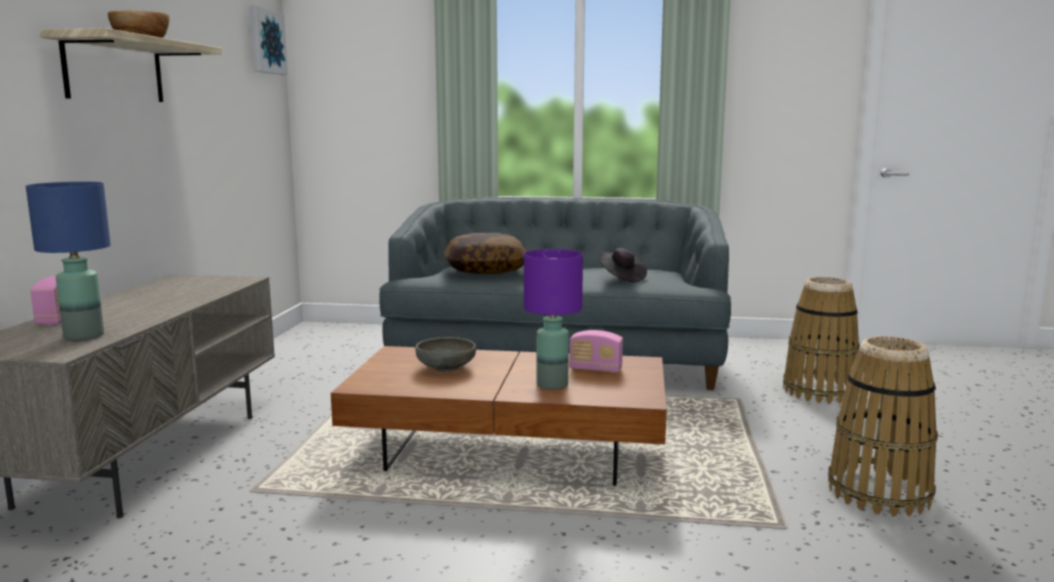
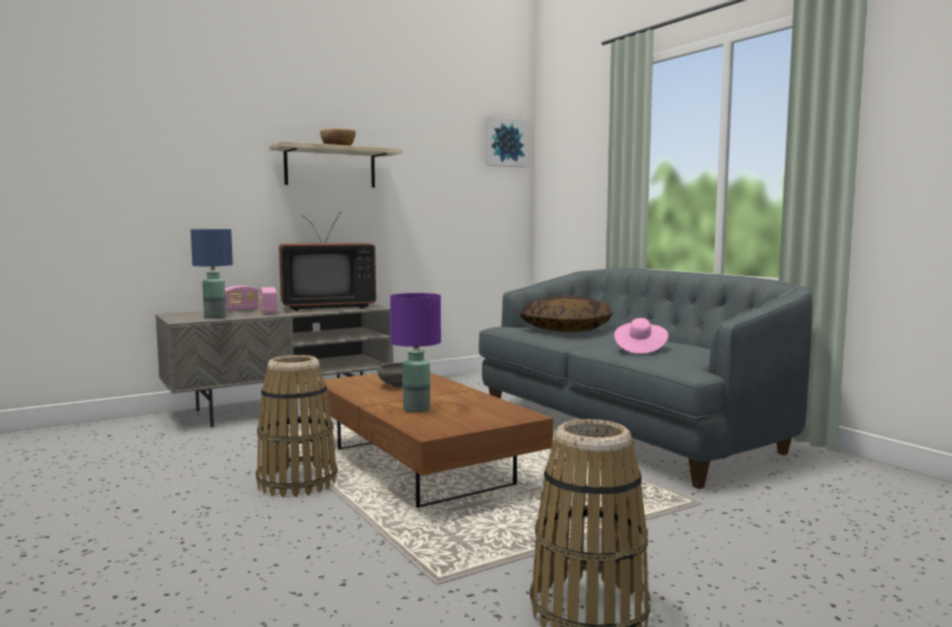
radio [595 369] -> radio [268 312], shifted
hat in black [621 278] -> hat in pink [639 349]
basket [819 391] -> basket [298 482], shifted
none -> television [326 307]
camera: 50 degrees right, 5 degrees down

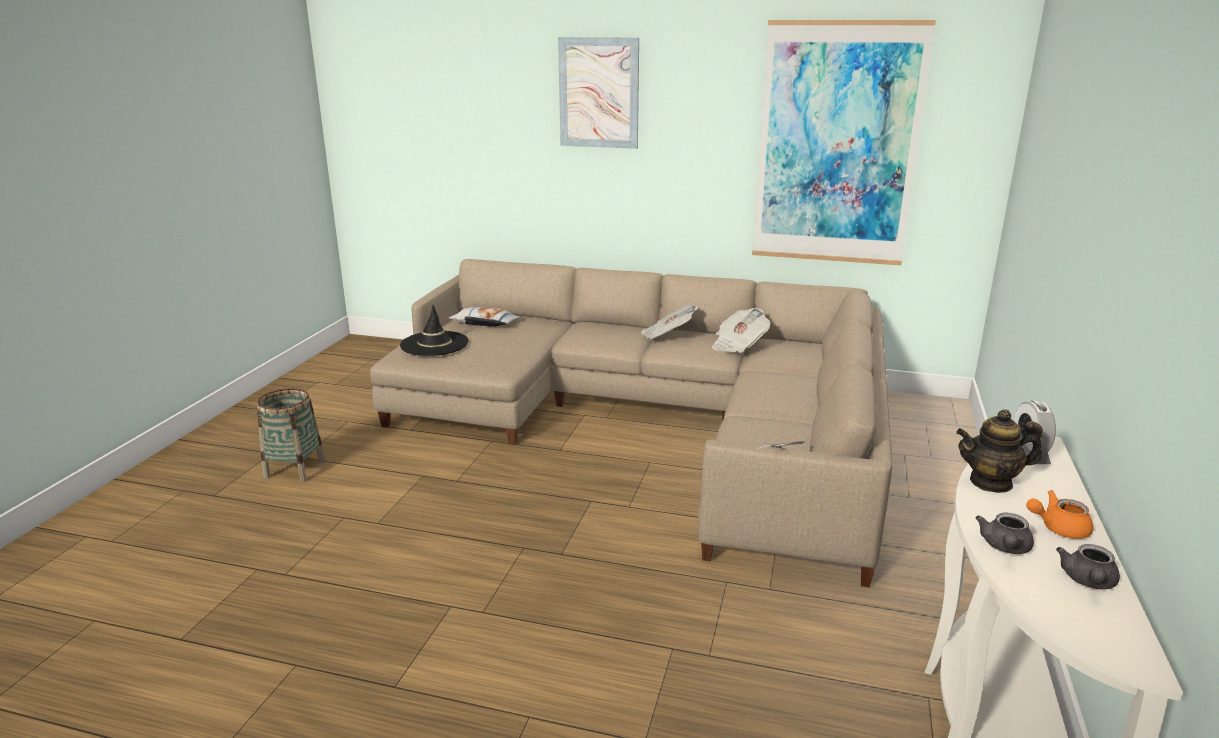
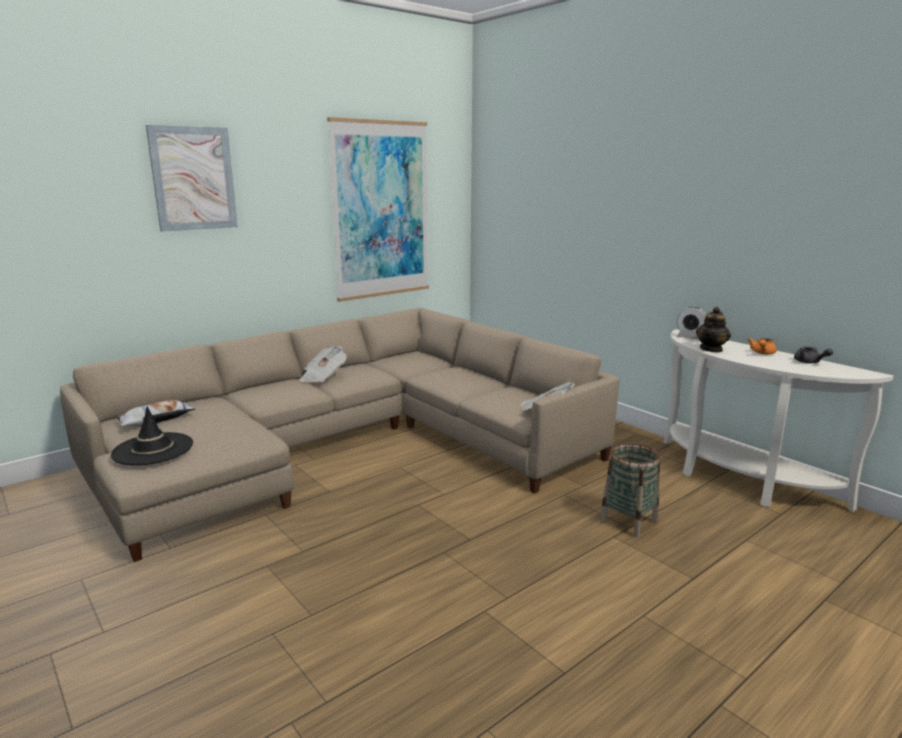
basket [295 469] -> basket [628 521], shifted
newspaper [738 345] -> none
teapot in grey [1004 548] -> none
camera: 55 degrees left, 5 degrees down

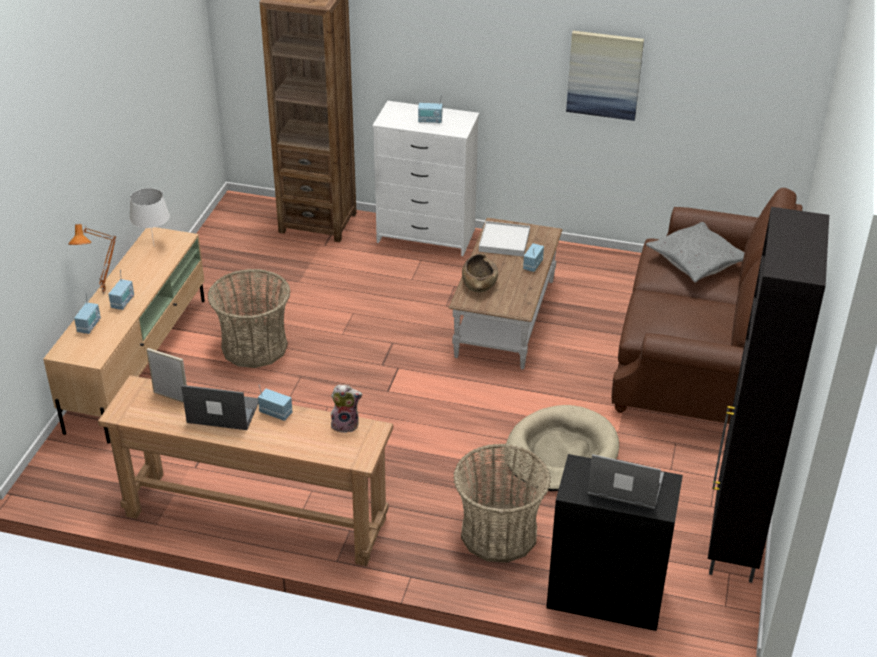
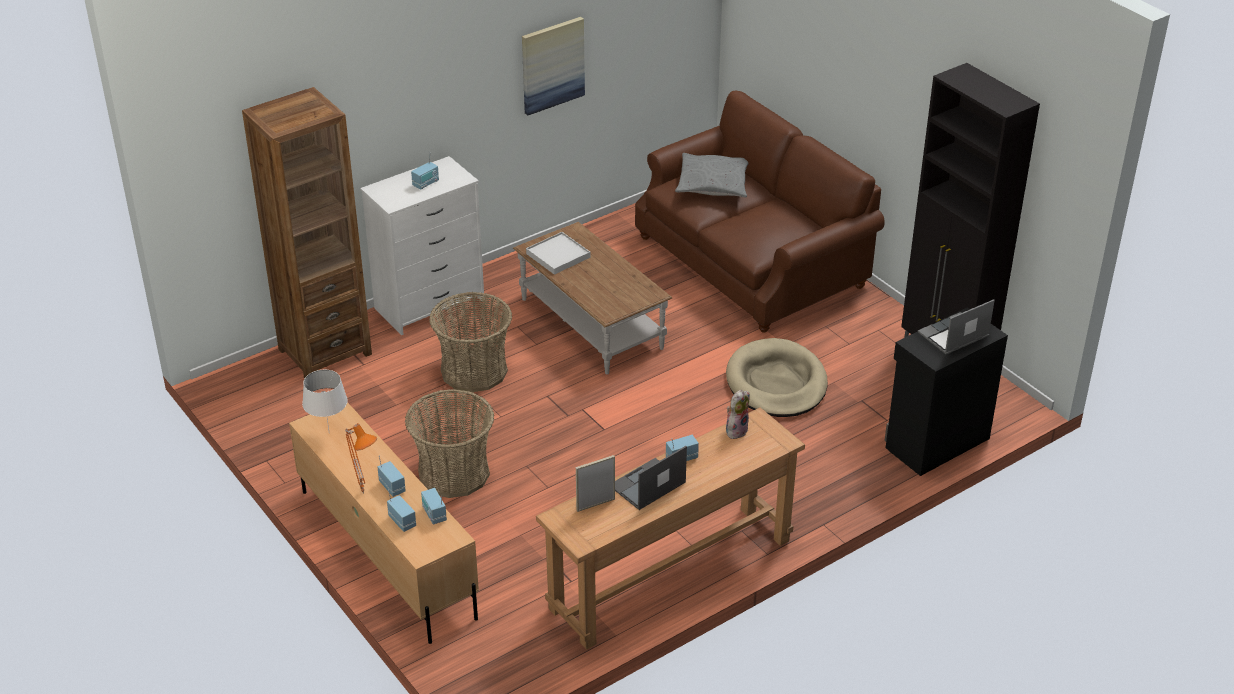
basket [499 533] -> basket [474 370], shifted
bowl in brown [479 283] -> none
radio [532 265] -> radio [434 514], shifted
camera: 50 degrees left, 0 degrees up

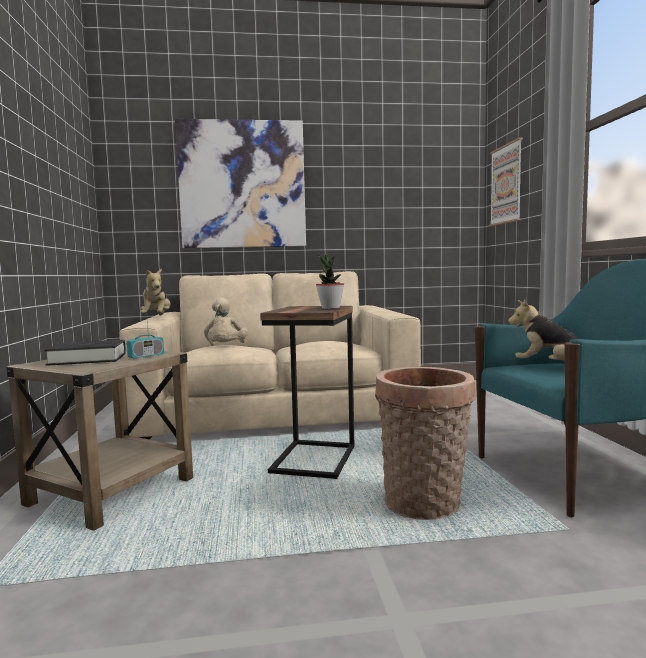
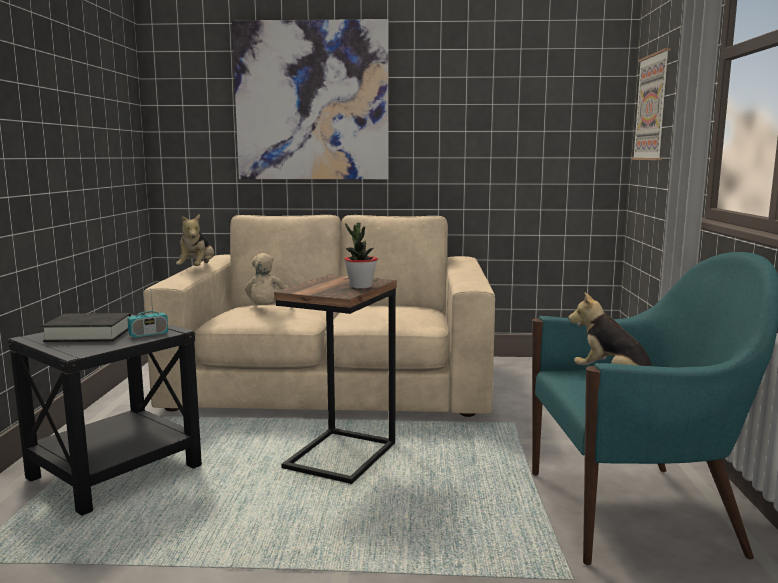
side table in beige [112 491] -> side table in black [116 472]
basket [424 505] -> none
camera: 10 degrees right, 5 degrees up

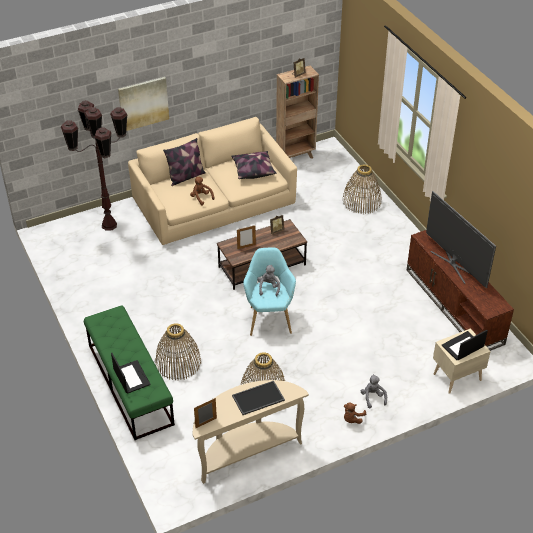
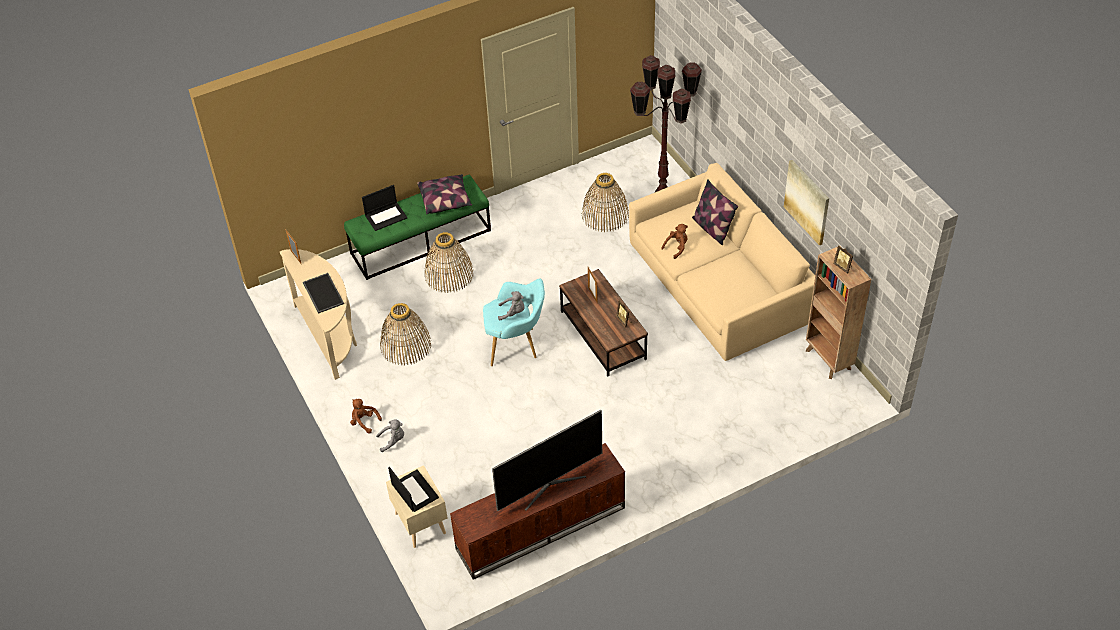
picture [143 103] -> picture [807 202], shifted
pillow [253 170] -> pillow [445 200], shifted
basket [361 201] -> basket [605 215], shifted
camera: 90 degrees right, 5 degrees up

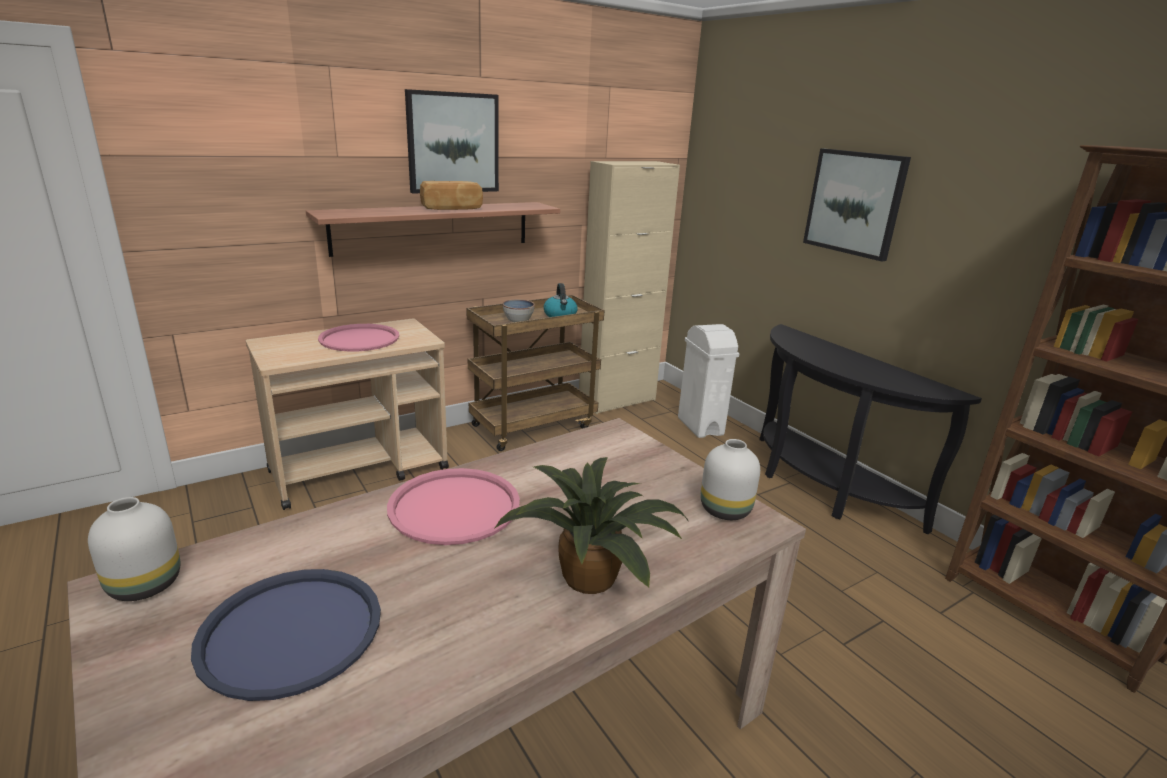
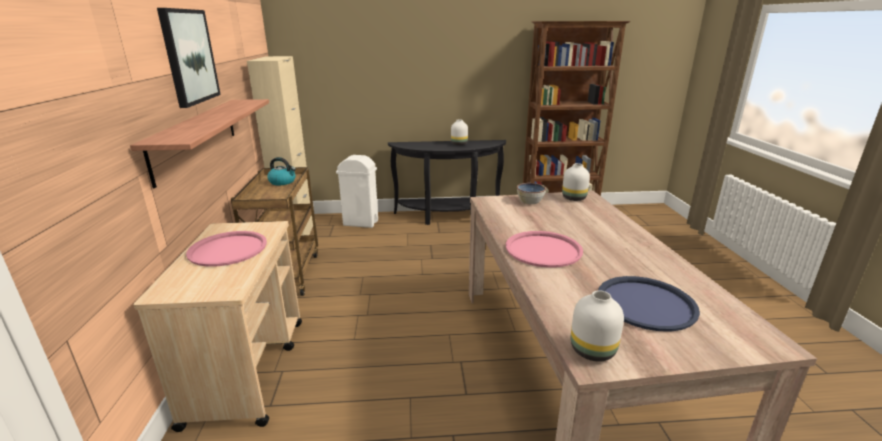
bread [452 209] -> none
potted plant [593 575] -> none
bowl [518 320] -> bowl [530 201], shifted
picture [854 203] -> none
none -> vase in white [459 144]
camera: 60 degrees left, 0 degrees up

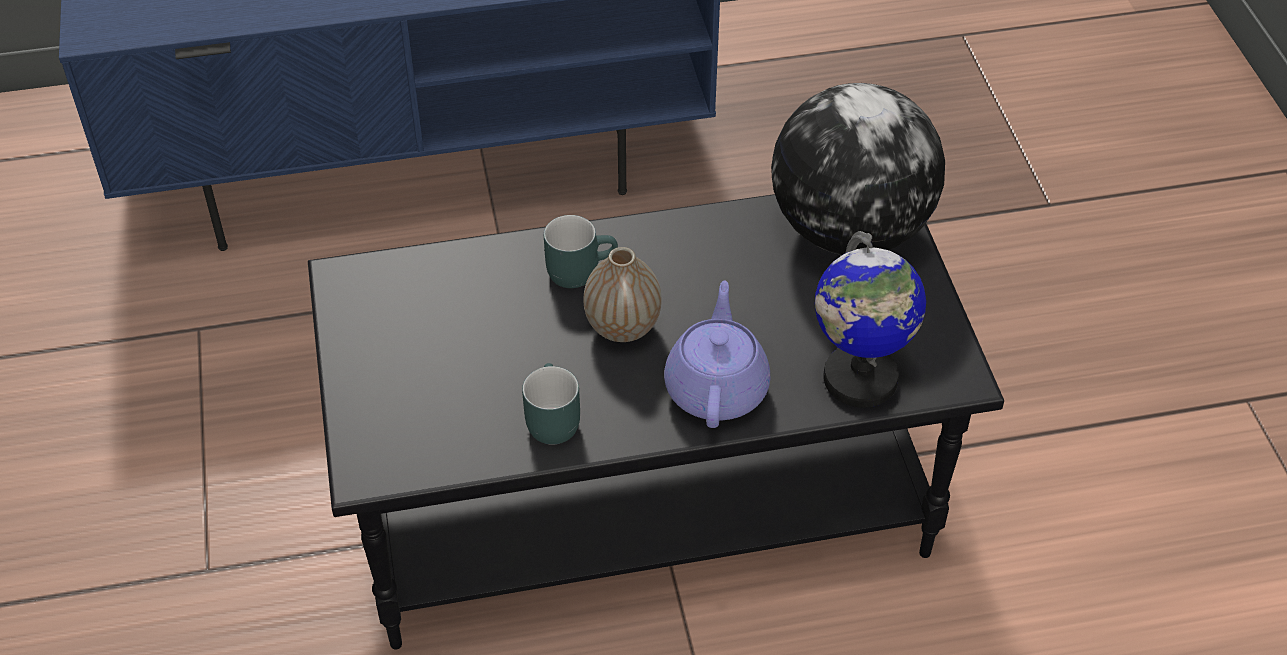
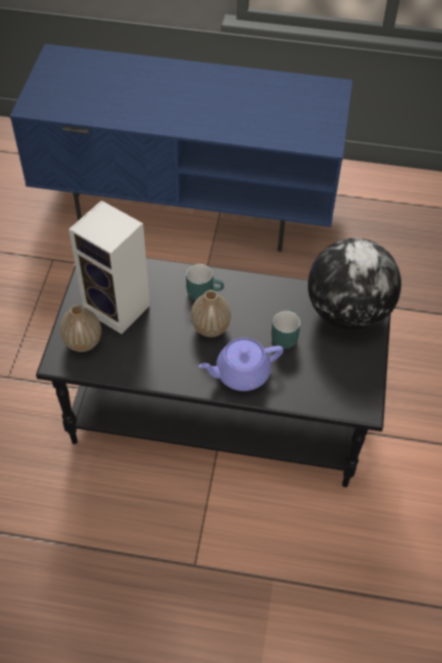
mug in turquoise [548 419] -> mug in turquoise [283 335], shifted
teapot in purple [716 387] -> teapot in purple [241 373], 135 degrees counterclockwise
globe [859 379] -> none
none -> vase [83 342]
none -> speaker [119 308]
camera: 20 degrees right, 5 degrees up

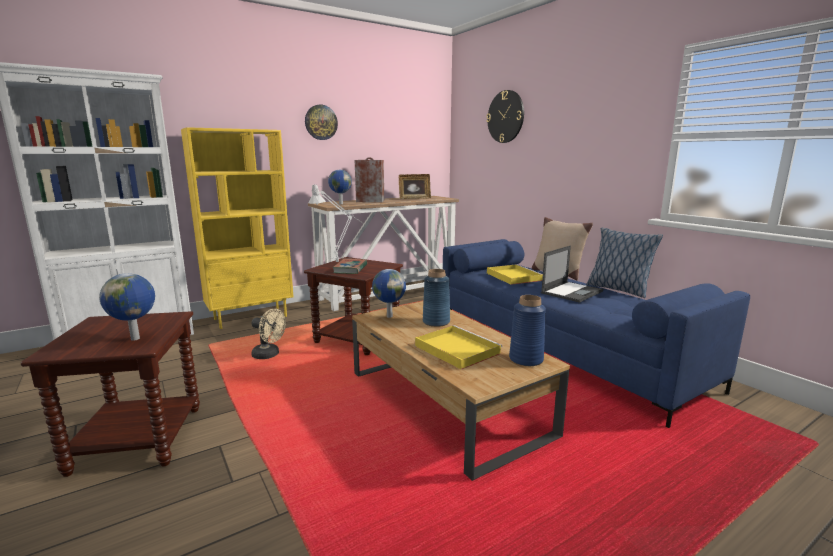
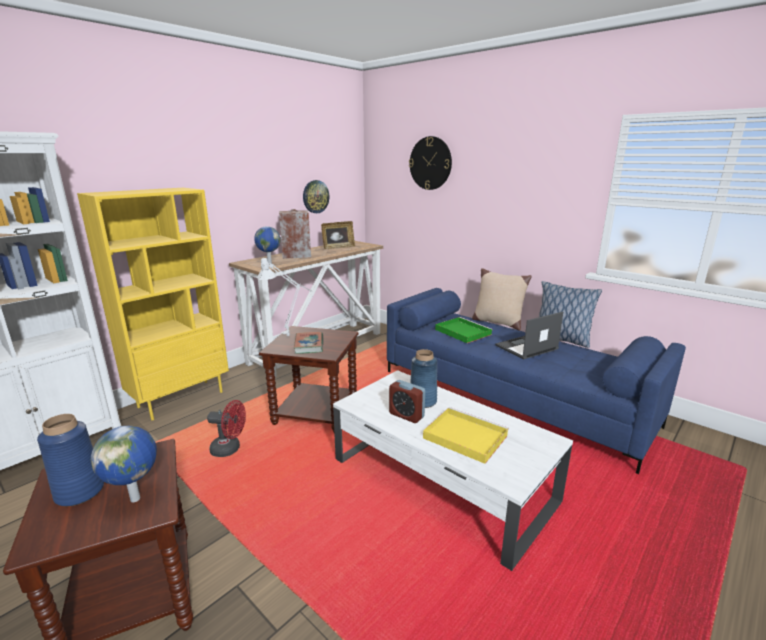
fan in beige [269 355] -> fan in red [230 449]
wall clock [321 122] -> wall clock [315 196], shifted
coffee table in brown [446 402] -> coffee table in white [442 480]
globe [389 316] -> none
tray in yellow [512 276] -> tray in green [462 332]
vase in blue [526 359] -> vase in blue [79 492], shifted
laptop [572 292] -> laptop [526 347], 150 degrees counterclockwise
none -> alarm clock [406 415]
camera: 15 degrees left, 5 degrees up

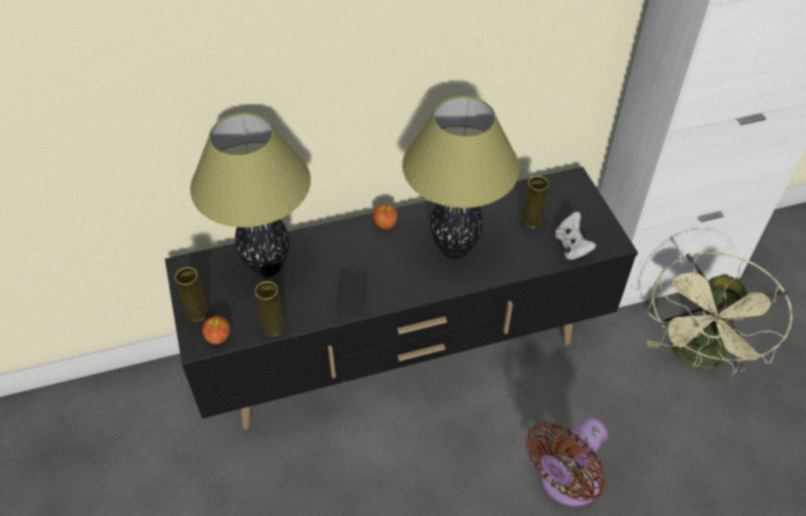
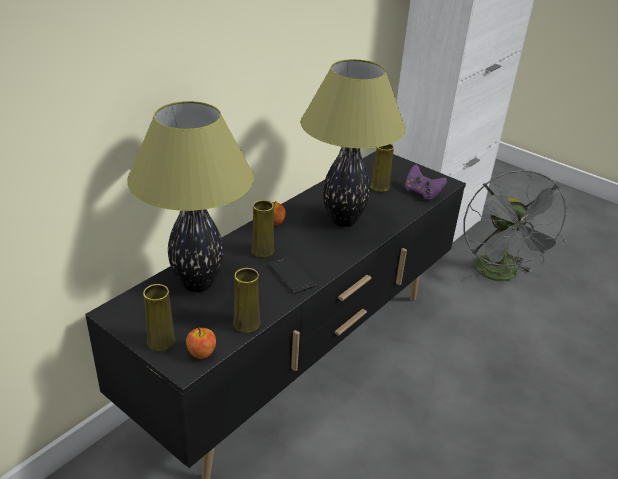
fan in brown [565 482] -> none
game controller in white [571 246] -> game controller in purple [422 193]
fan in green [697 358] -> fan in grey [500 275]
none -> vase in yellow [262 251]
camera: 35 degrees left, 15 degrees down

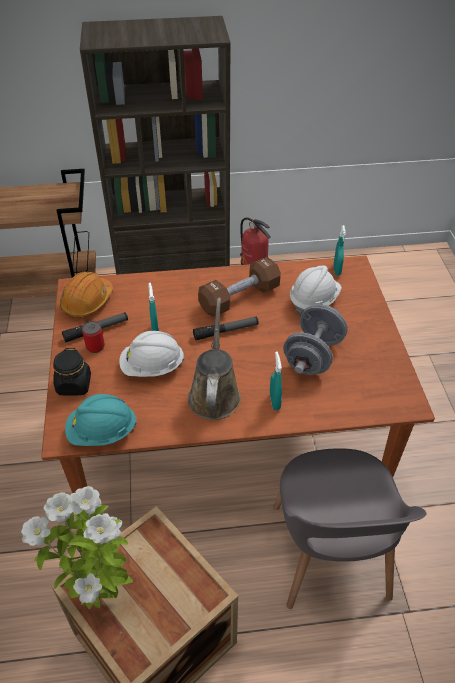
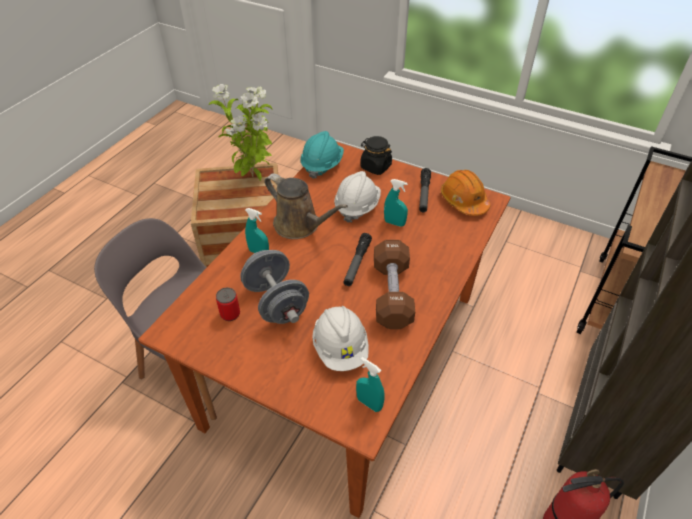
can [95 347] -> can [230 314], shifted
camera: 125 degrees right, 0 degrees up

